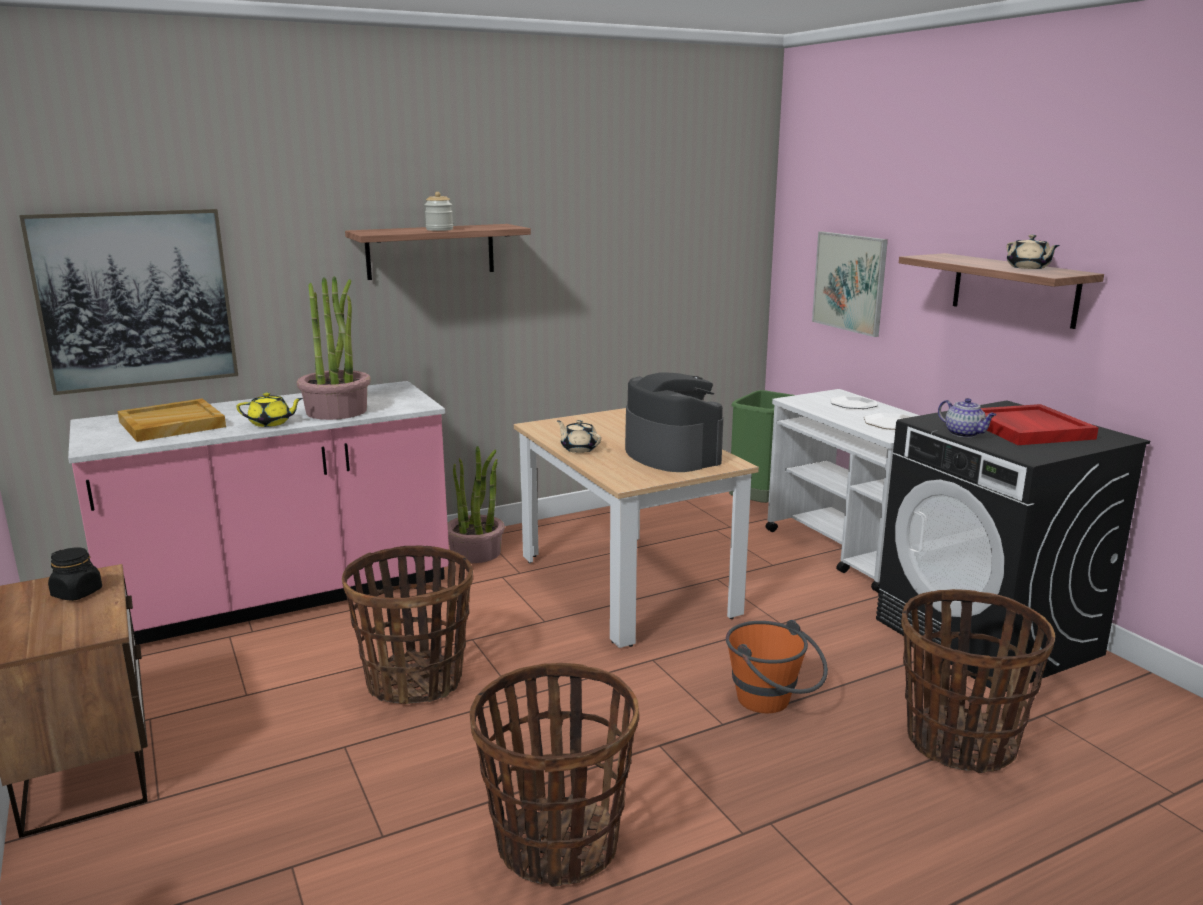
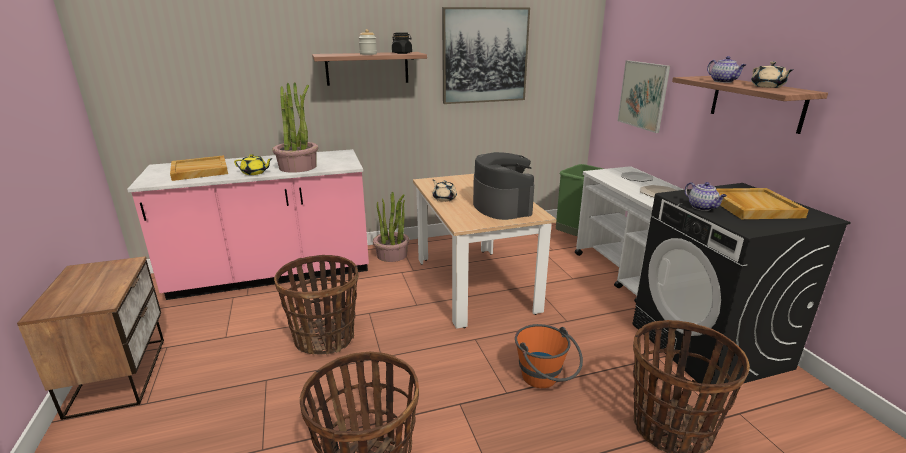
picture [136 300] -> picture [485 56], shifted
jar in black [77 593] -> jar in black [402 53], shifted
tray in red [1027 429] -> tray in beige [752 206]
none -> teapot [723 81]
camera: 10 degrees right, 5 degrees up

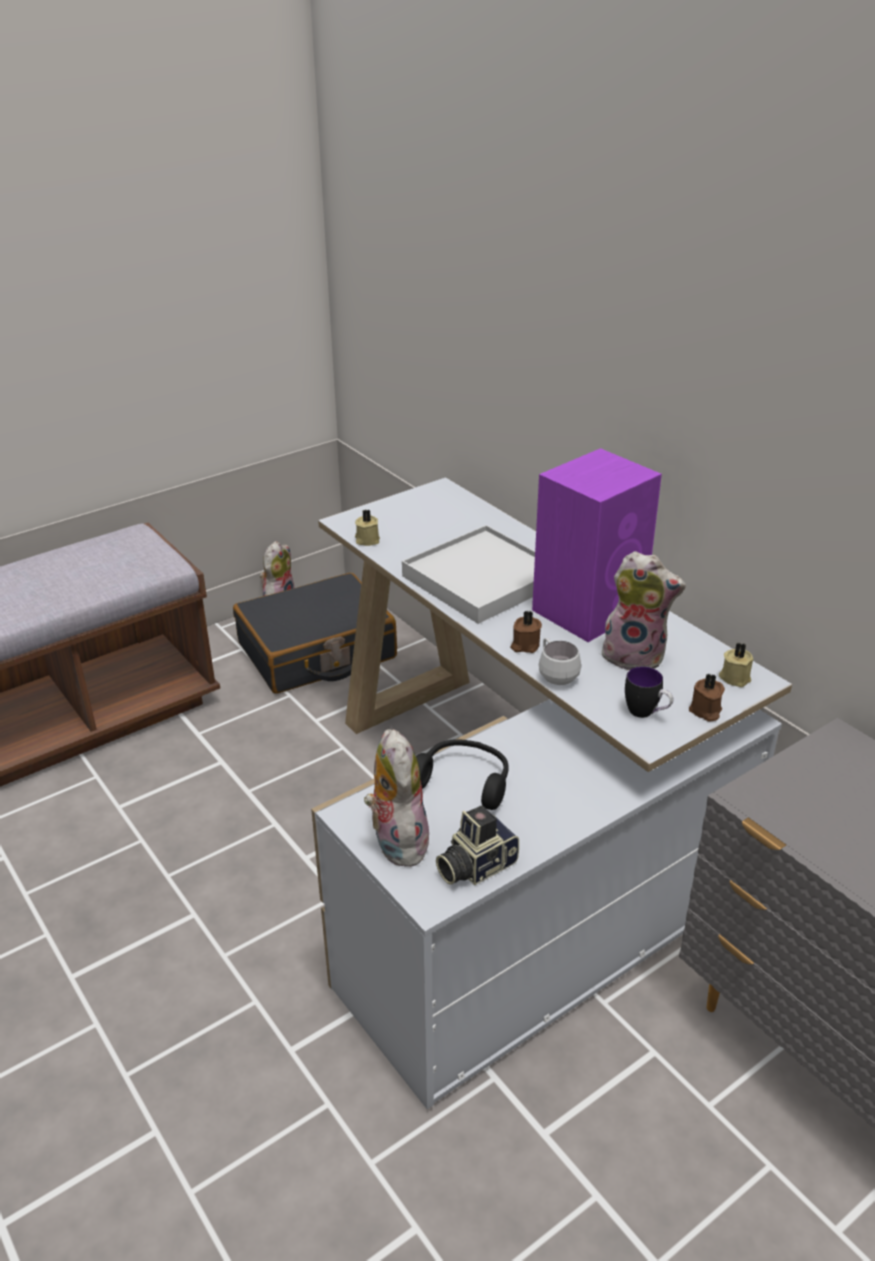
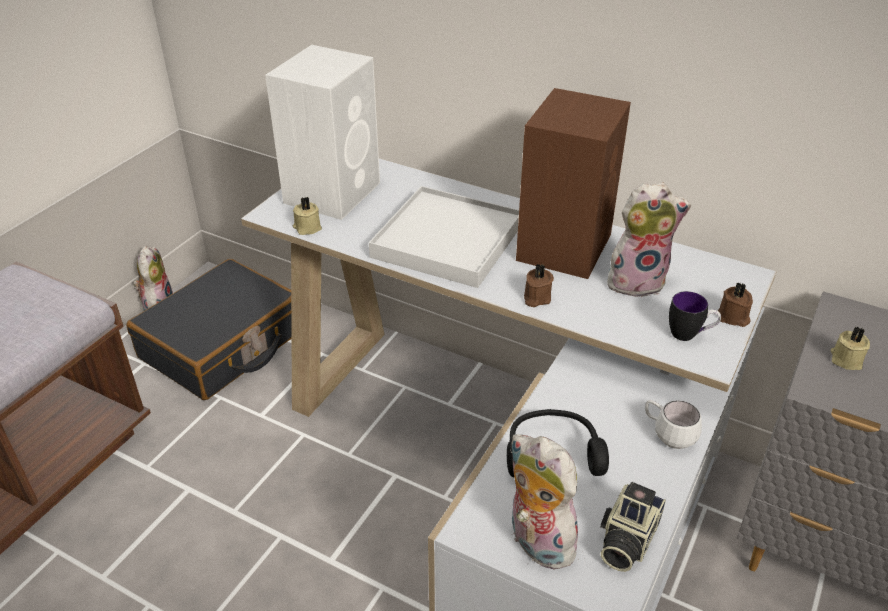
speaker in purple [590 609] -> speaker in brown [565 245]
mug in white [555 674] -> mug in white [667 434], shifted
candle in beige [735 677] -> candle in beige [845 359], shifted
none -> speaker in white [333 191]
camera: 25 degrees left, 5 degrees up

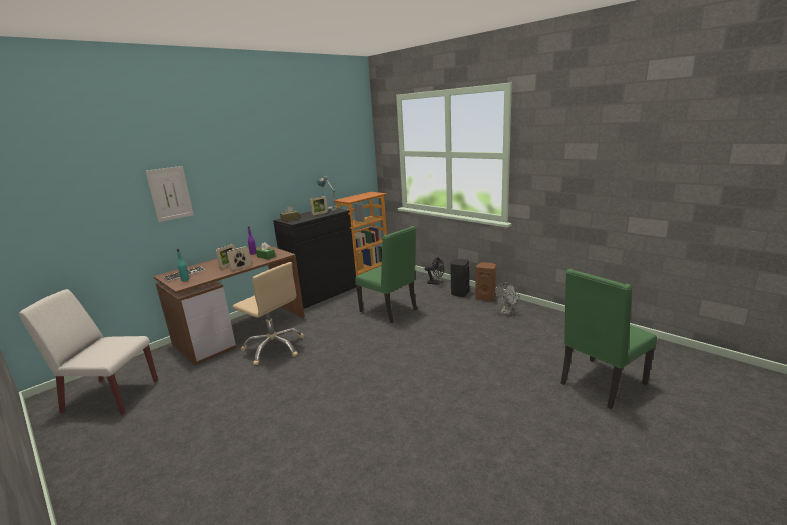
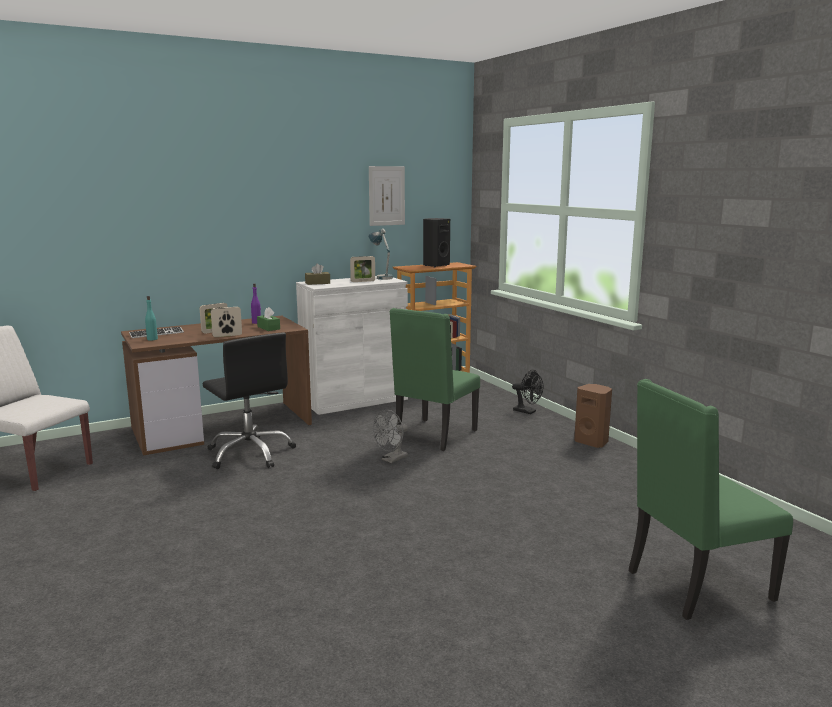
picture [170 193] -> picture [386 196], shifted
office chair in beige [274 347] -> office chair in black [250 453]
cabinet in black [322 293] -> cabinet in white [354 400]
chair in green [390 311] -> chair in green [434 436], 60 degrees clockwise
speaker in black [459 293] -> speaker in black [435 265], shifted
fan in grey [506 312] -> fan in grey [392 459], shifted
camera: 15 degrees right, 5 degrees down

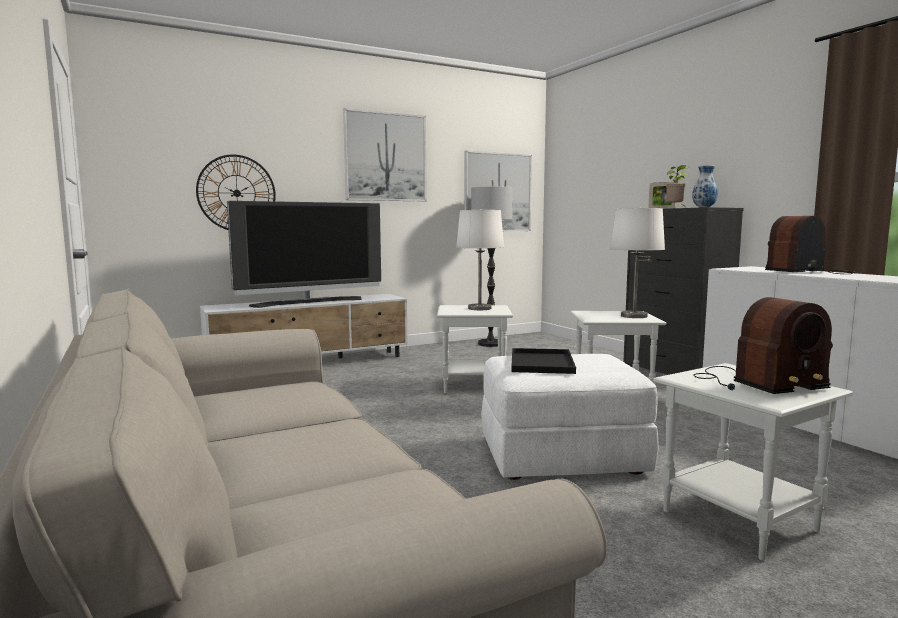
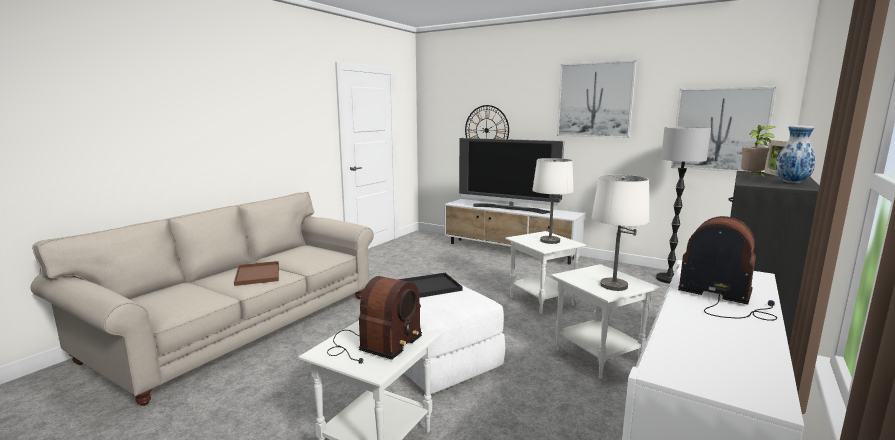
radio [755 383] -> radio [374 345], 105 degrees counterclockwise
none -> tray in brown [257 274]
camera: 60 degrees right, 5 degrees up

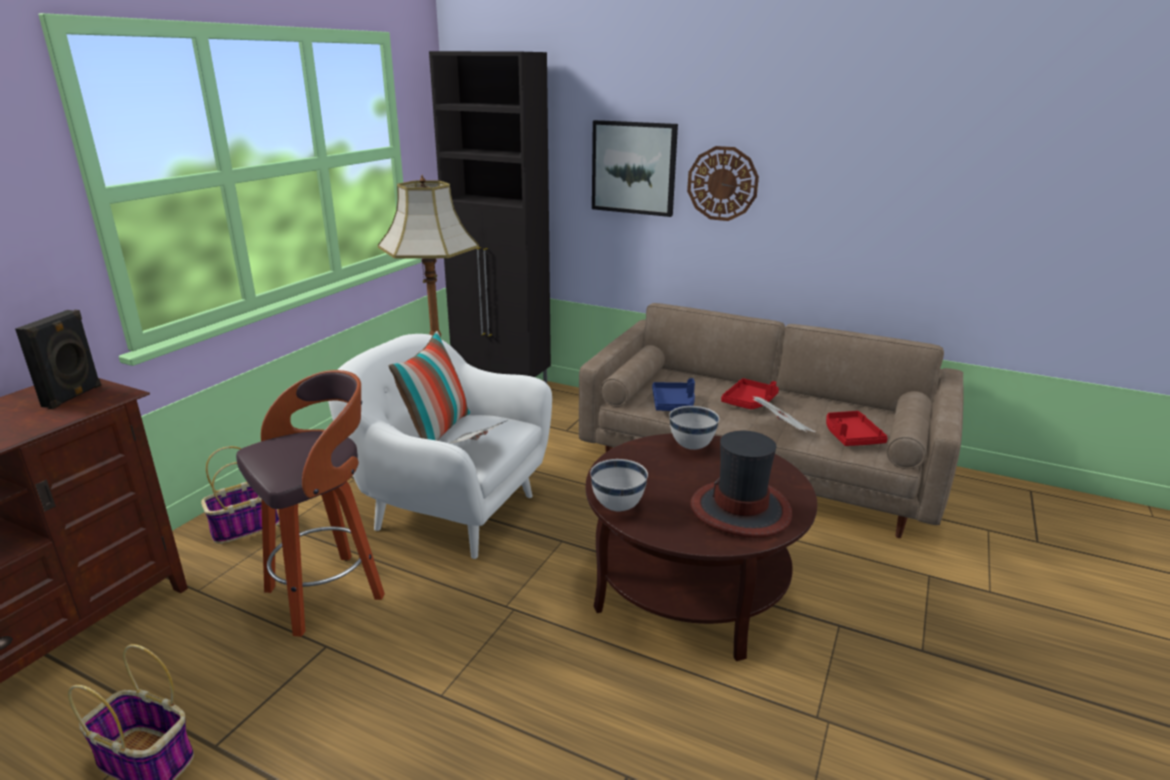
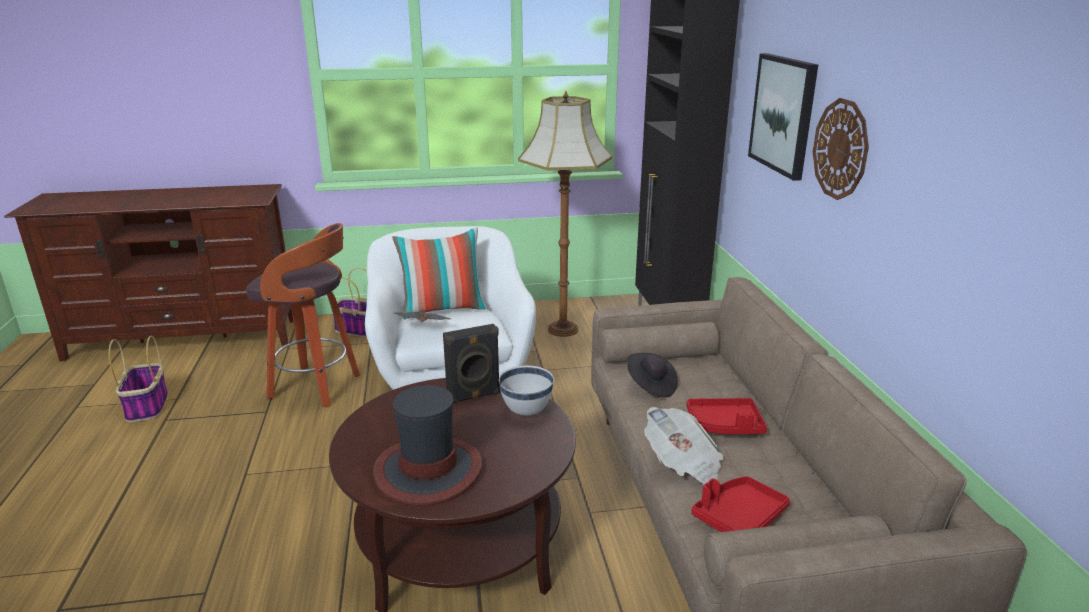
speaker in black [74 396] -> speaker in black [474 396], shifted
bowl in white [617 506] -> none
tray in blue [673 404] -> hat in black [651 386]
camera: 55 degrees right, 0 degrees up

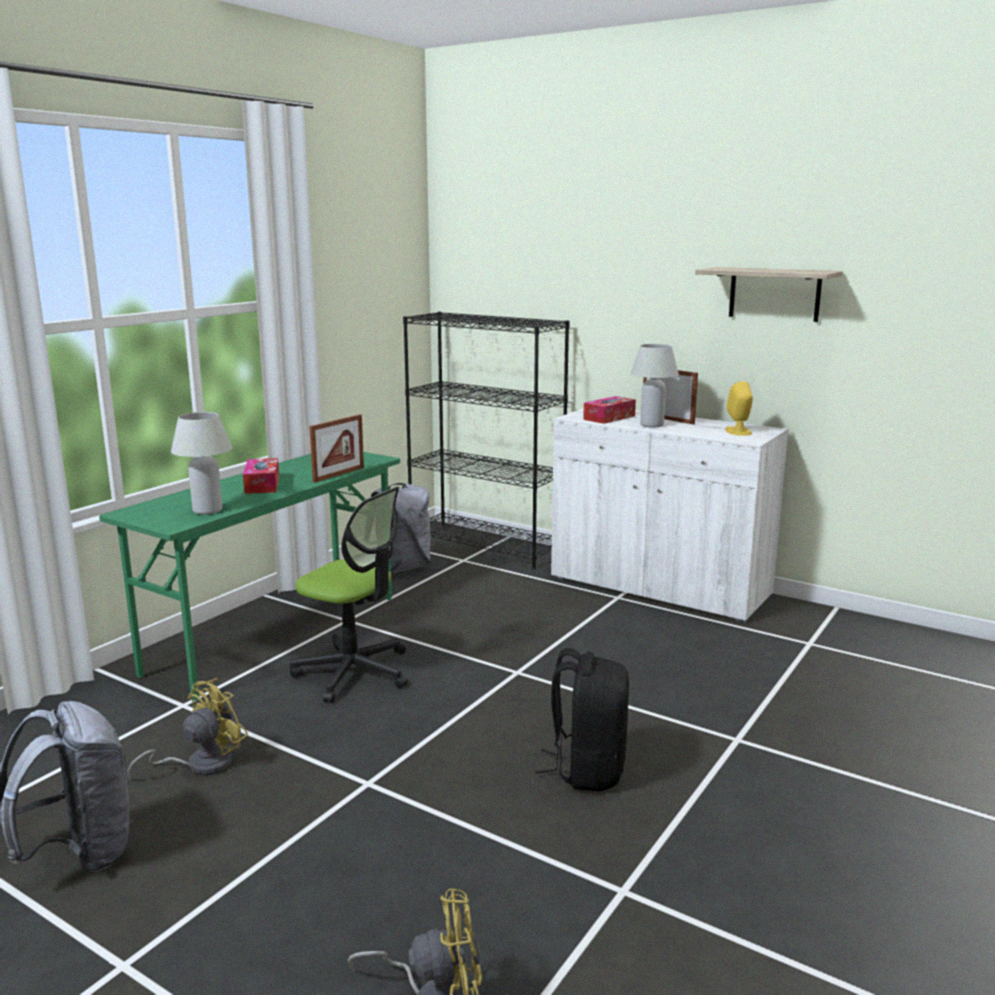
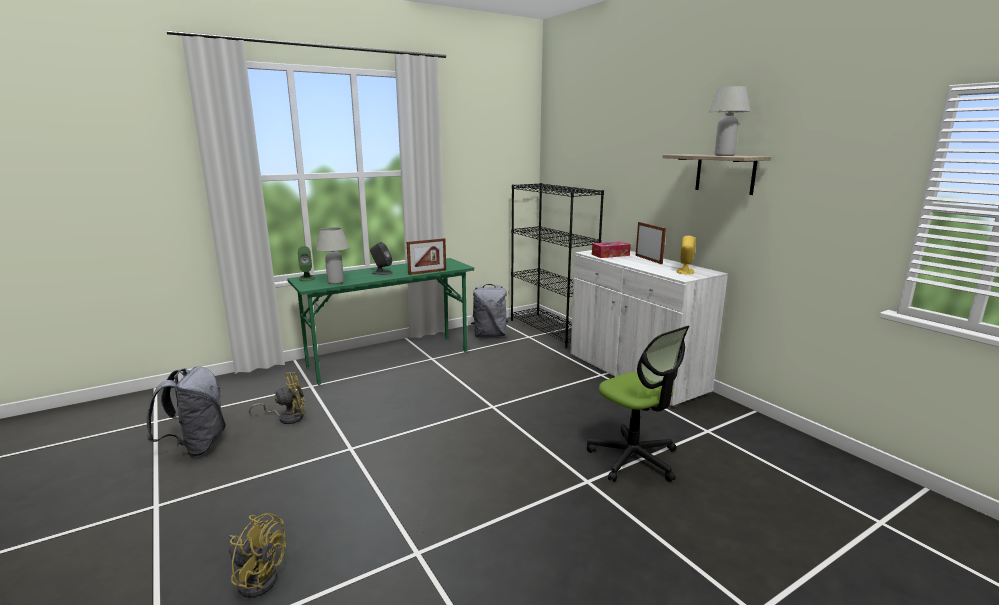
tissue box [262 484] -> speaker in grey [381 273]
office chair [354 672] -> office chair [634 458], shifted
backpack in black [587 769] -> none
table lamp in white [652 425] -> table lamp in white [724 155], shifted
none -> speaker in green [307 278]
camera: 25 degrees right, 0 degrees up

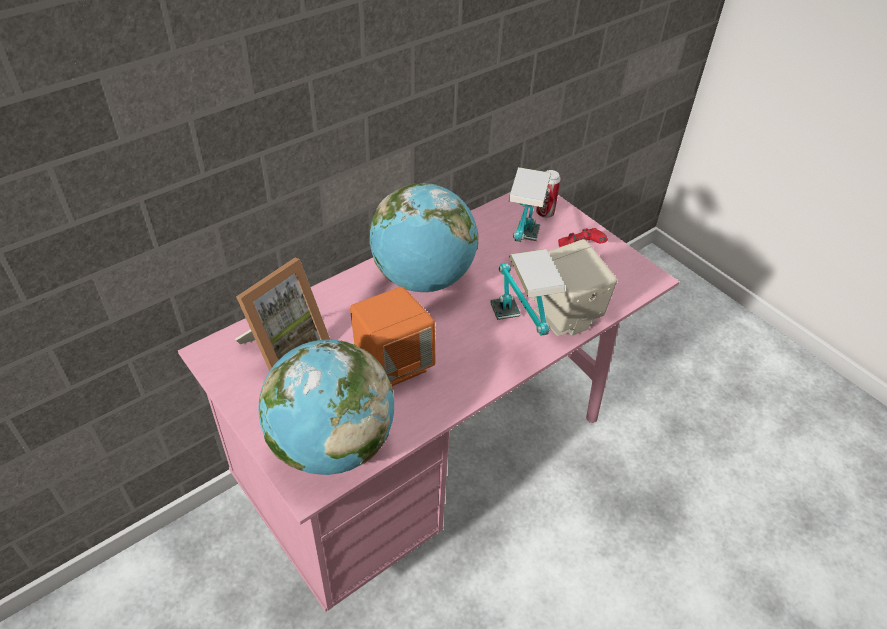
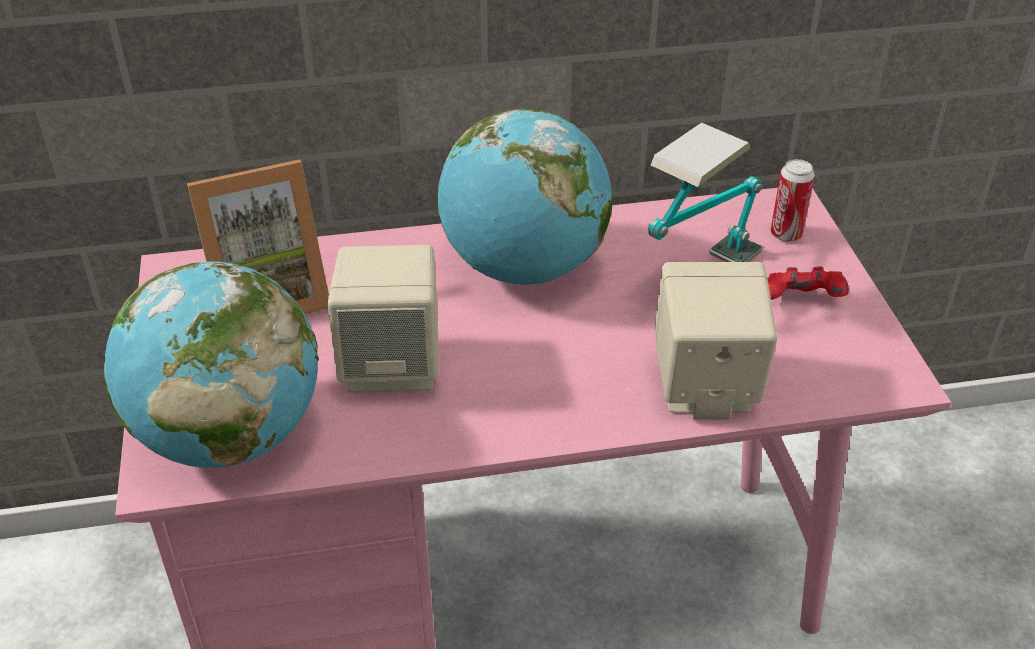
speaker in orange [393 365] -> speaker in beige [392 365]
table lamp [517 339] -> none
camera: 30 degrees right, 5 degrees down

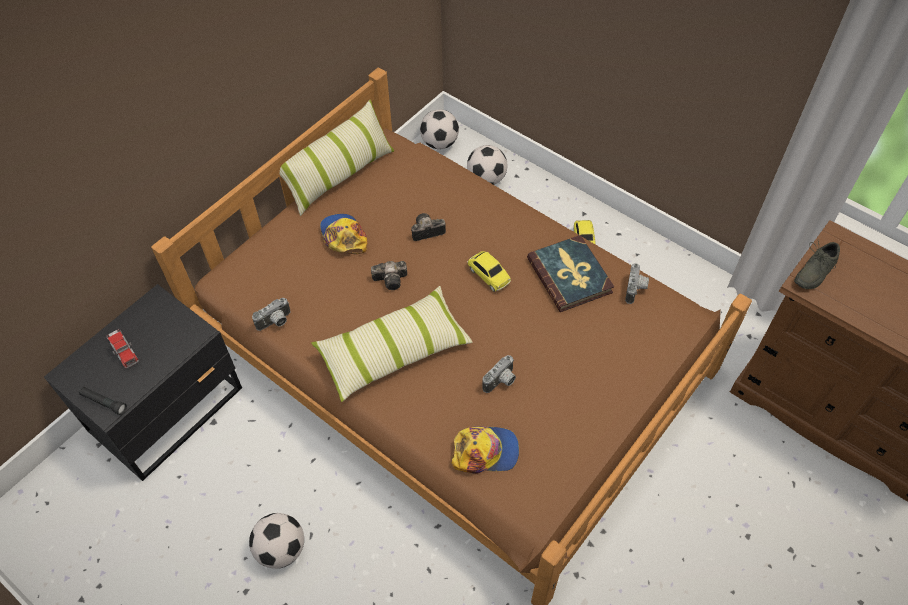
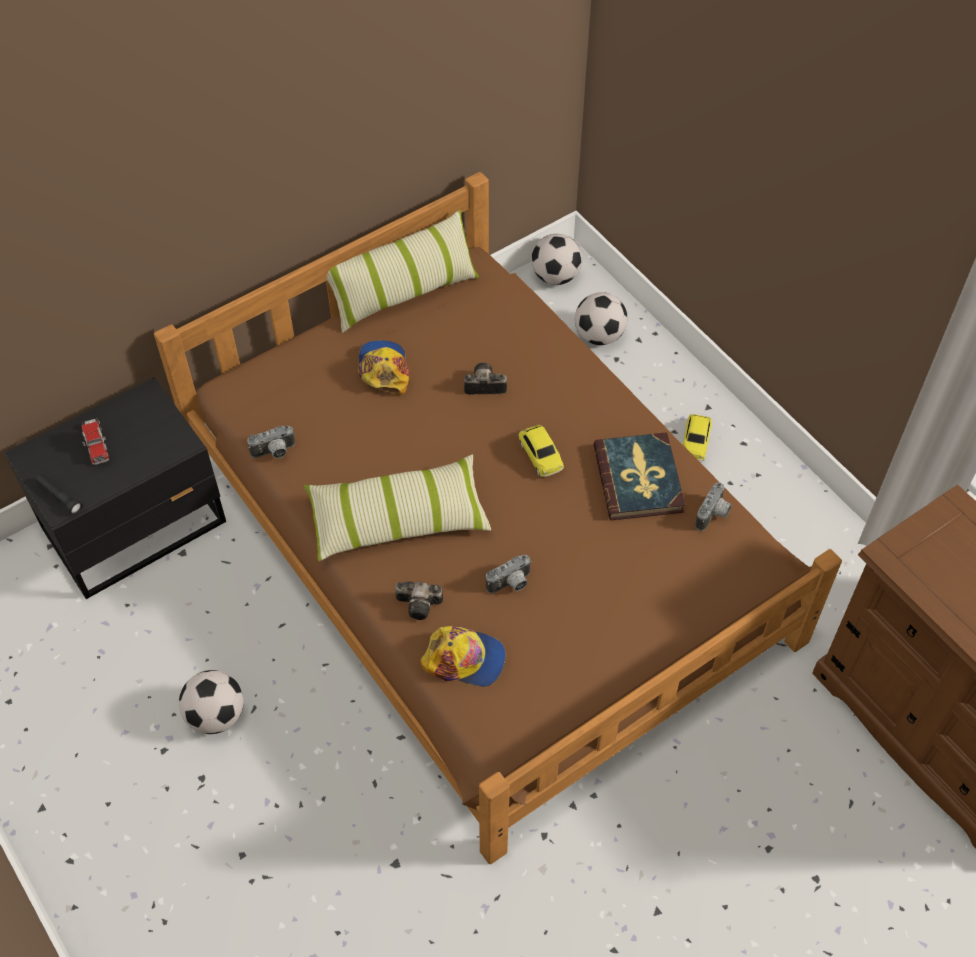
photo camera [392 279] -> photo camera [421 604], shifted
shoe in grey [812 271] -> none
camera: 15 degrees right, 0 degrees up

